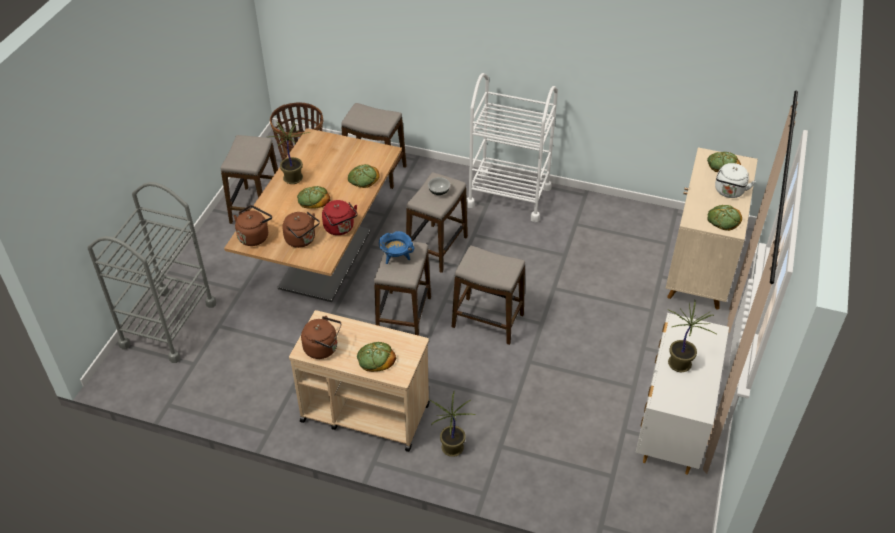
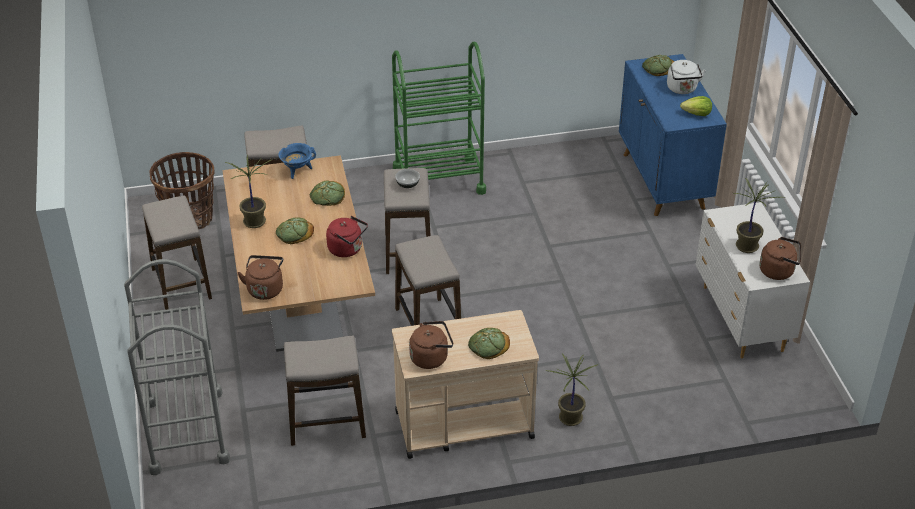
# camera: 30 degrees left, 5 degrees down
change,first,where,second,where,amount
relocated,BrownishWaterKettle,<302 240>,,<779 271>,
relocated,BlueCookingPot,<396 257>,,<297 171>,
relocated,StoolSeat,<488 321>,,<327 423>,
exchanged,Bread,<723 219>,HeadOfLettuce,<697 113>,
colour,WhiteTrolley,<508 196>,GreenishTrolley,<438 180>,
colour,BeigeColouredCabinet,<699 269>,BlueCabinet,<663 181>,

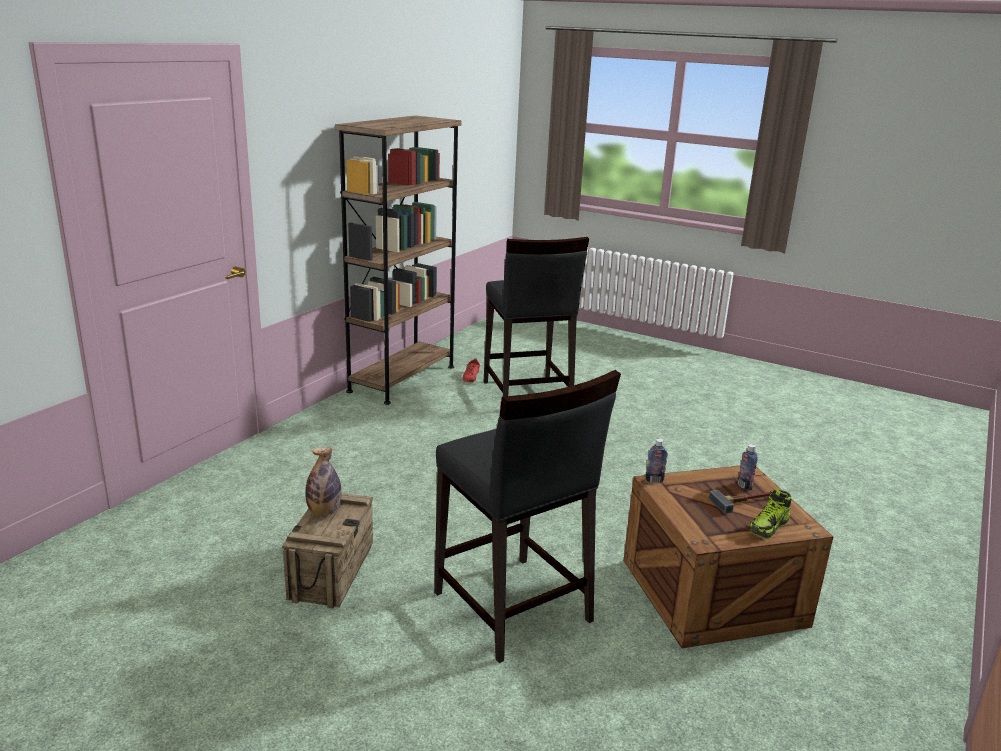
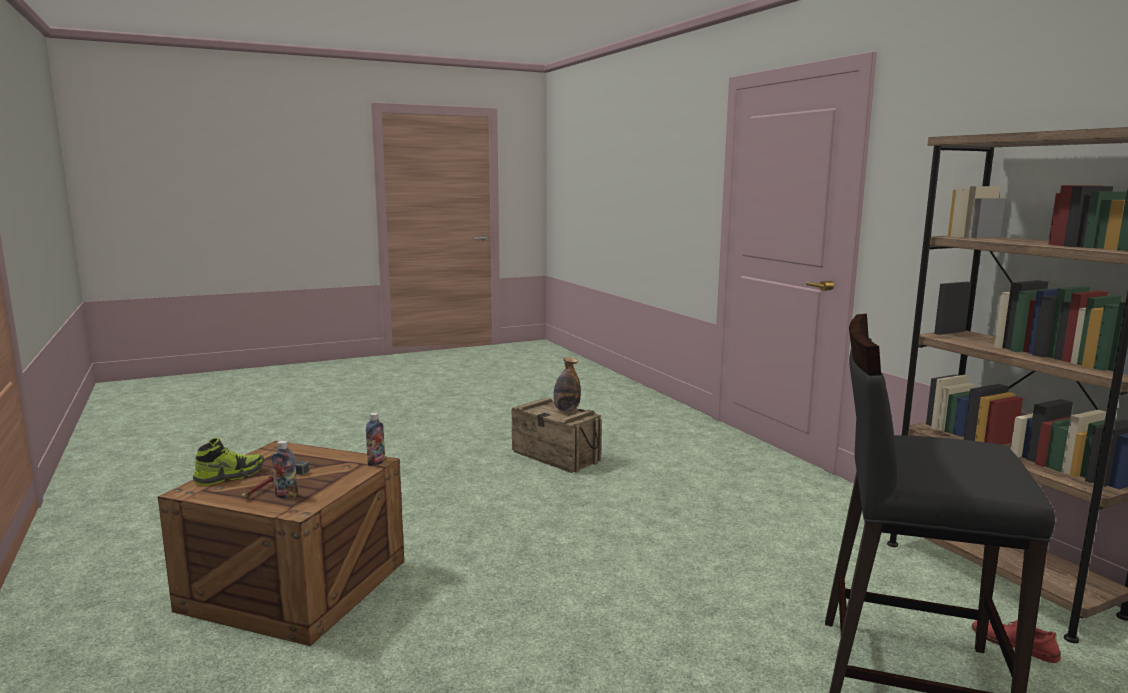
# camera: 125 degrees right, 10 degrees down
change,first,where,second,where,amount
missing,BlackStoolSeat,<512 608>,,,
spun,LowShoe,<768 527>,,<230 476>,60 degrees clockwise

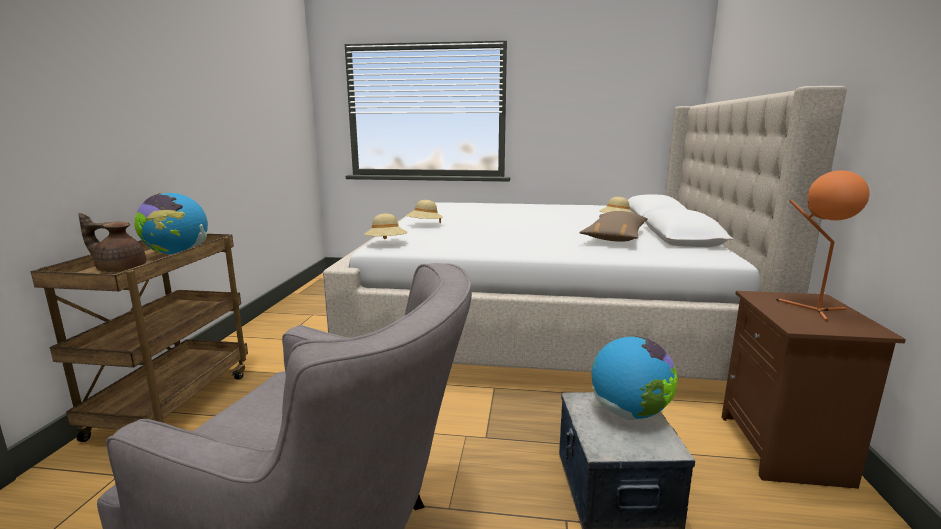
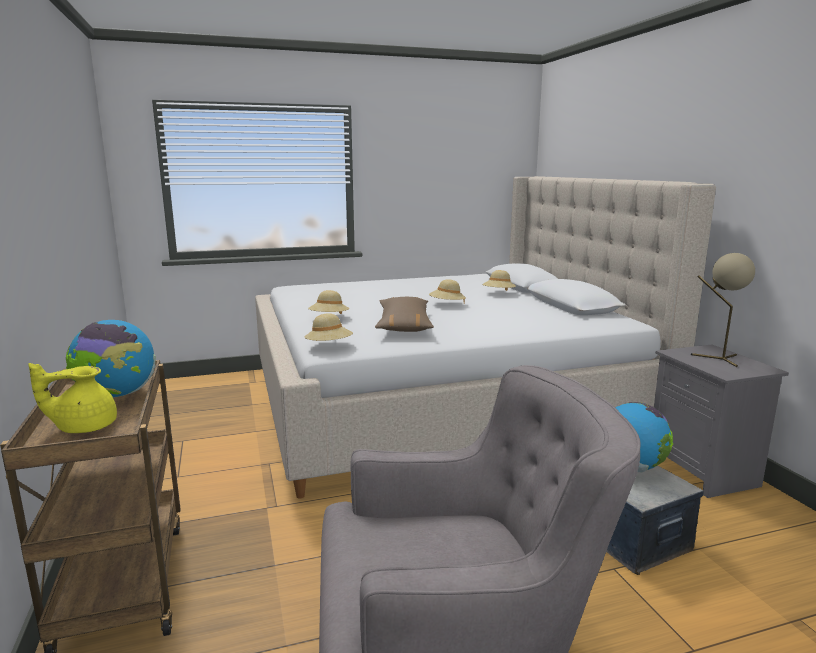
# camera: 25 degrees left, 0 degrees up
change,first,where,second,where,amount
appeared,,,BeigeColouredClothingHat,<447 305>,
relocated,BrownishCushion,<615 237>,,<404 325>,
colour,BrownishTeapot,<120 269>,YellowishTeapot,<84 427>,
colour,BrownishBedsideTable,<785 450>,GrayBedsideTable,<704 471>,
colour,OrangeyTabletopLamp,<812 309>,BeigeColouredTabletopLamp,<718 359>,

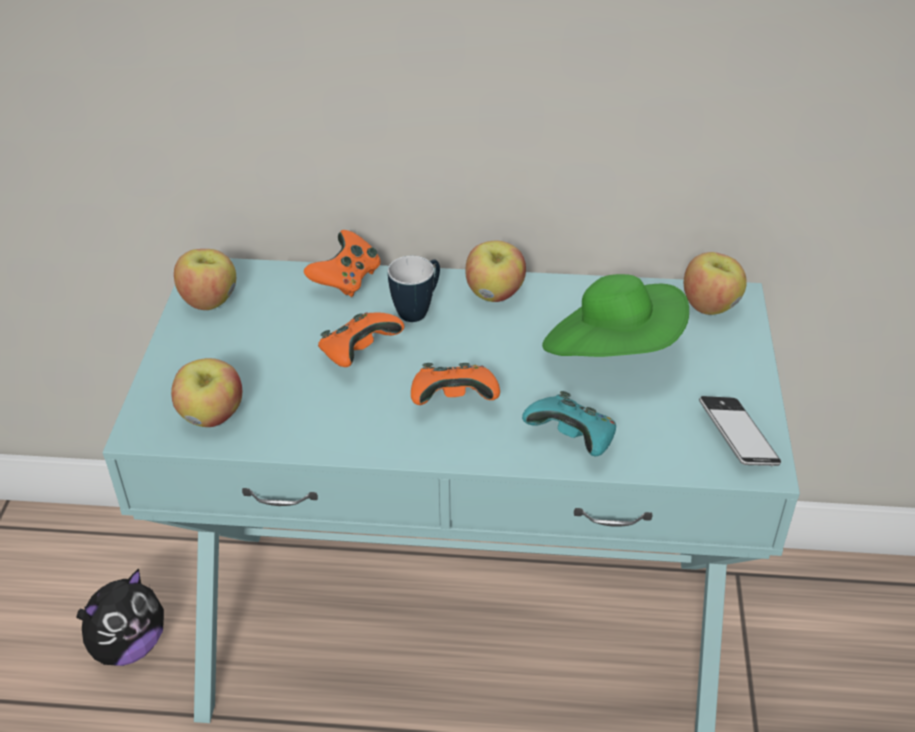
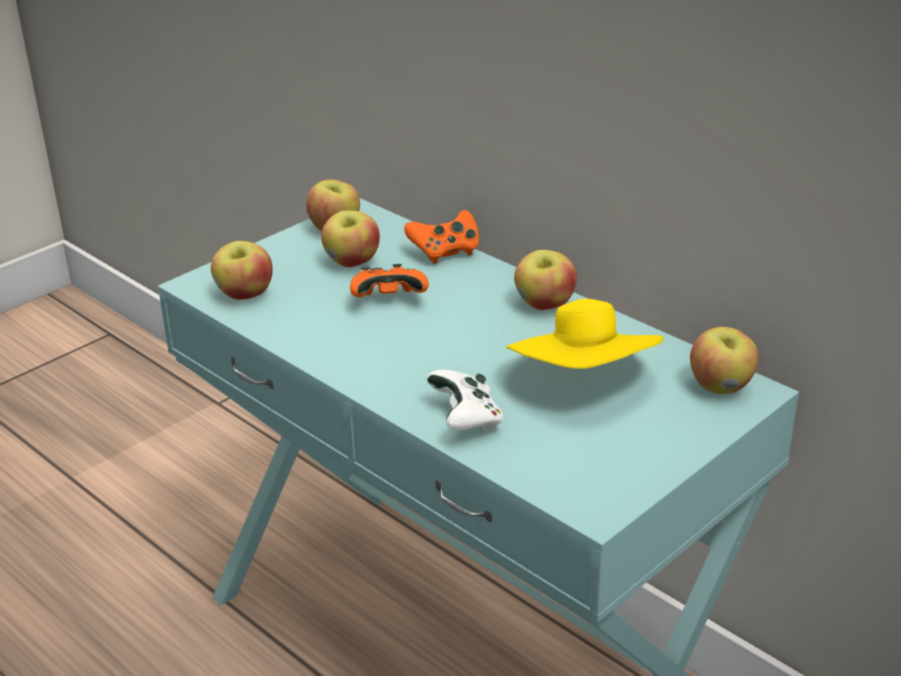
# camera: 40 degrees right, 10 degrees down
change,first,where,second,where,amount
missing,PlushToy,<129 645>,,,
missing,Mug,<418 310>,,,
missing,OrangeyJoypad,<454 400>,,,
missing,Phone,<737 437>,,,
appeared,,,AppleFruit,<352 262>,
colour,TurquoiseJoypad,<573 440>,WhiteJoypad,<466 420>,
colour,GreenishClothingHat,<613 351>,YellowishClothingHat,<585 380>,

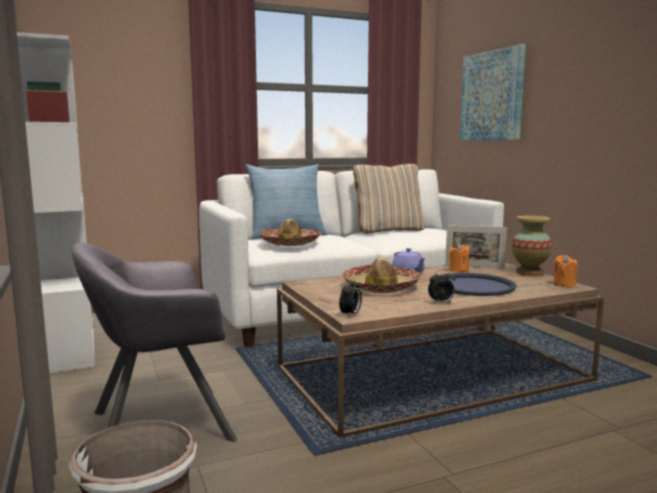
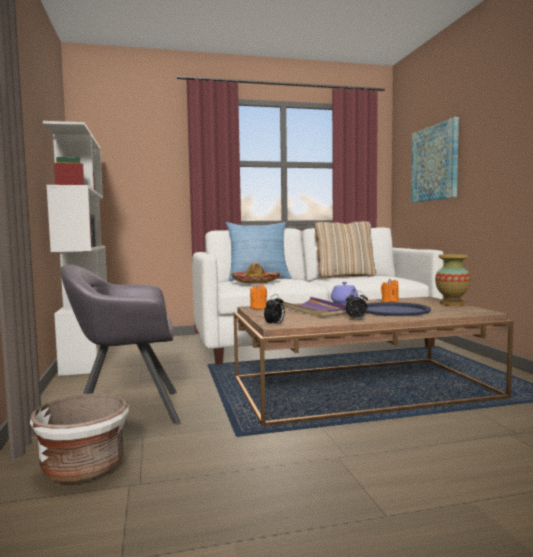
# camera: 10 degrees right, 5 degrees down
change,first,where,second,where,amount
missing,PictureFrame,<474 267>,,,
relocated,OrangeyCandle,<564 284>,,<258 308>,
exchanged,ClothingHat,<381 287>,PurplishTray,<314 310>,

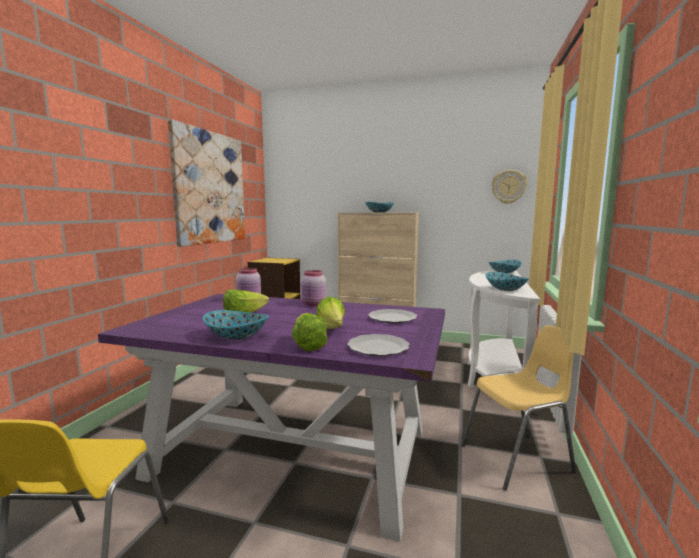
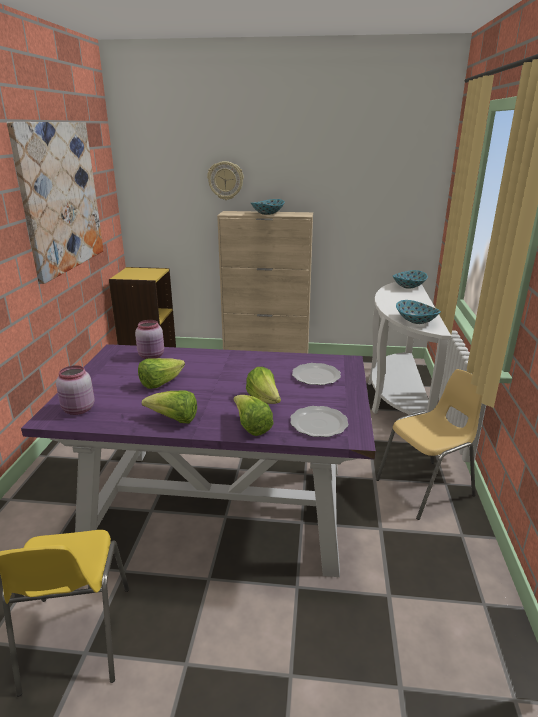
# camera: 10 degrees left, 15 degrees up
change,first,where,second,where,amount
relocated,PinkColouredJar,<313 304>,,<78 410>,
relocated,WallClock,<508 187>,,<225 180>,
exchanged,DeepDish,<236 336>,HeadOfLettuce,<174 419>,

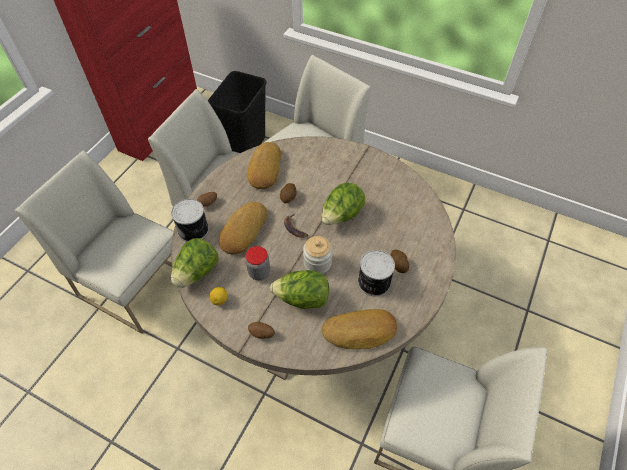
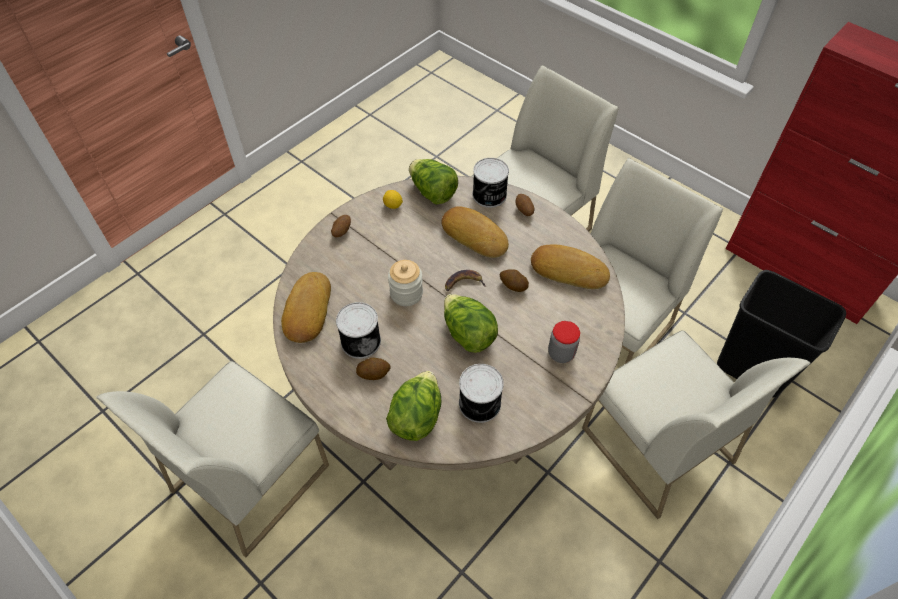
# camera: 105 degrees right, 0 degrees up
change,first,where,second,where,amount
appeared,,,Can,<481 404>,
relocated,Jar,<259 272>,,<561 353>,
relocated,HeadOfLettuce,<302 299>,,<416 417>,

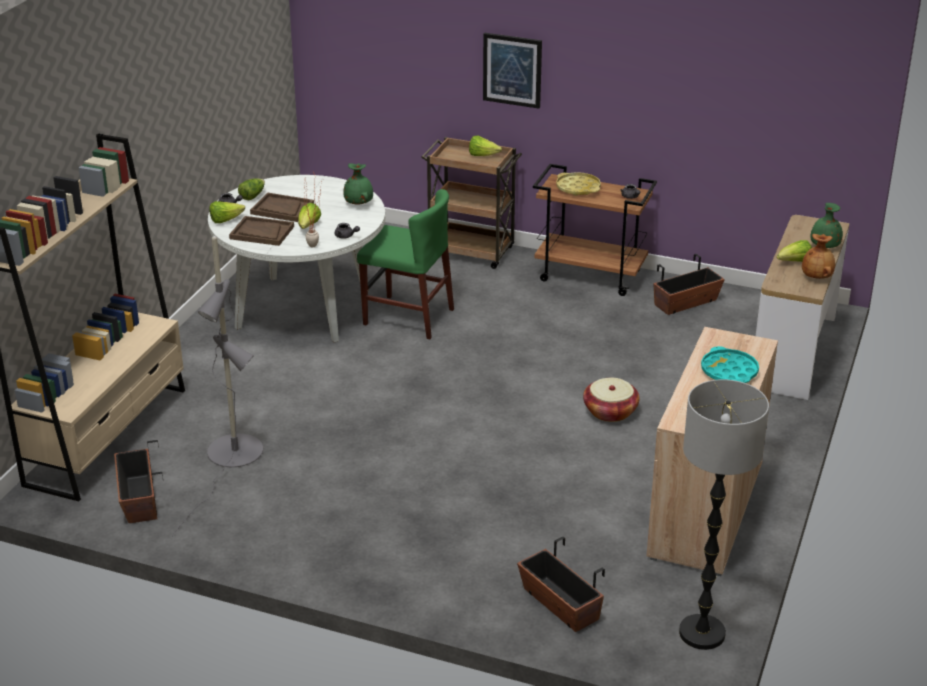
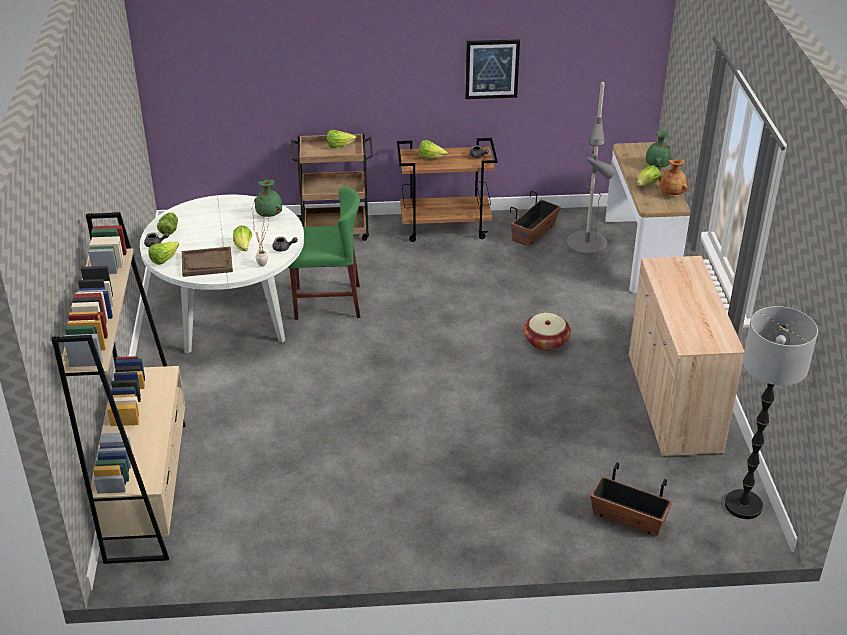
# camera: 25 degrees left, 5 degrees up
change,first,where,second,where,amount
missing,PlantPot,<138 499>,,,
missing,BrownishTray,<282 209>,,,
missing,TurquoiseTray,<729 371>,,,
relocated,GrayStandingLamp,<230 458>,,<589 247>,
relocated,WallArt,<512 70>,,<492 69>,
exchanged,YellowishTray,<578 188>,HeadOfLettuce,<431 157>,

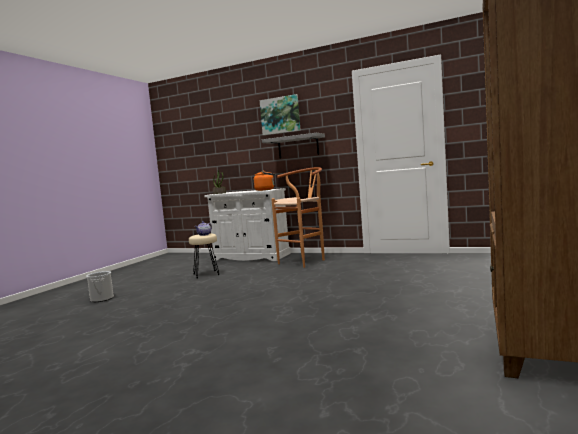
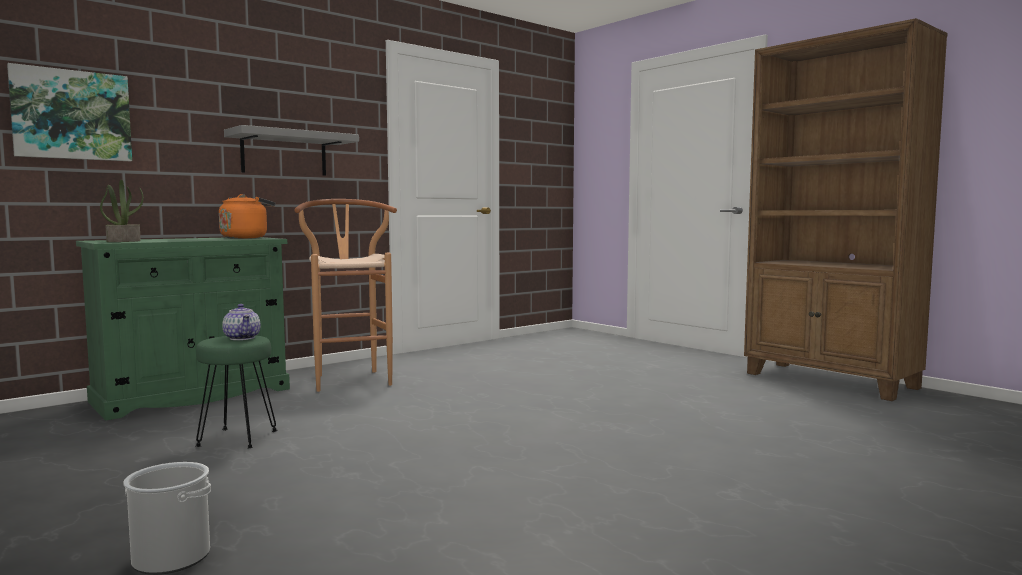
# camera: 65 degrees left, 0 degrees up
change,first,where,second,where,amount
relocated,WallArt,<280 115>,,<72 115>,
colour,BeigeColouredStoolSeat,<206 274>,GreenishStoolSeat,<238 438>,
colour,WhiteCabinet,<251 257>,GreenishCabinet,<192 395>,

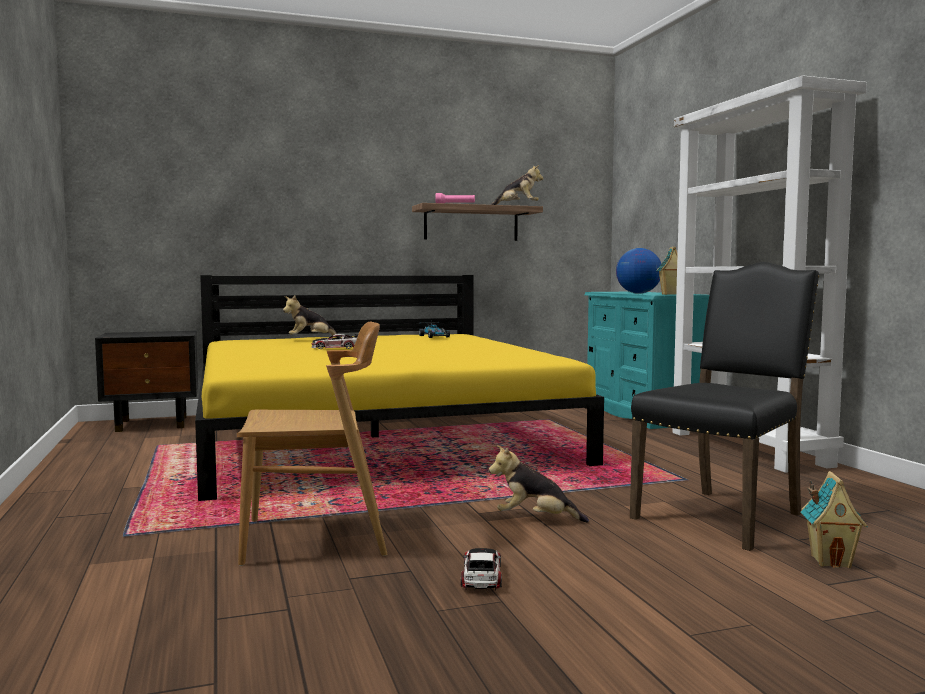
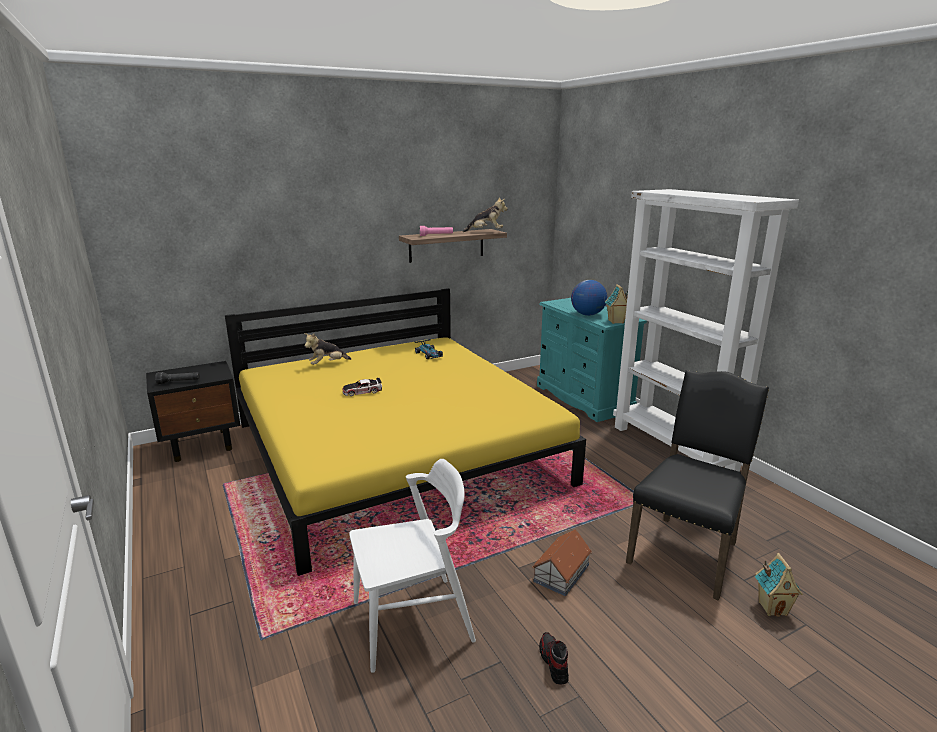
# camera: 10 degrees left, 15 degrees up
change,first,where,second,where,amount
appeared,,,BlackHandTorch,<179 382>,
exchanged,ModelCar,<481 576>,LowShoe,<553 662>,
exchanged,PlushToy,<535 519>,ModelHouse,<562 573>,
colour,BrownishChair,<316 538>,WhiteChair,<413 622>,

